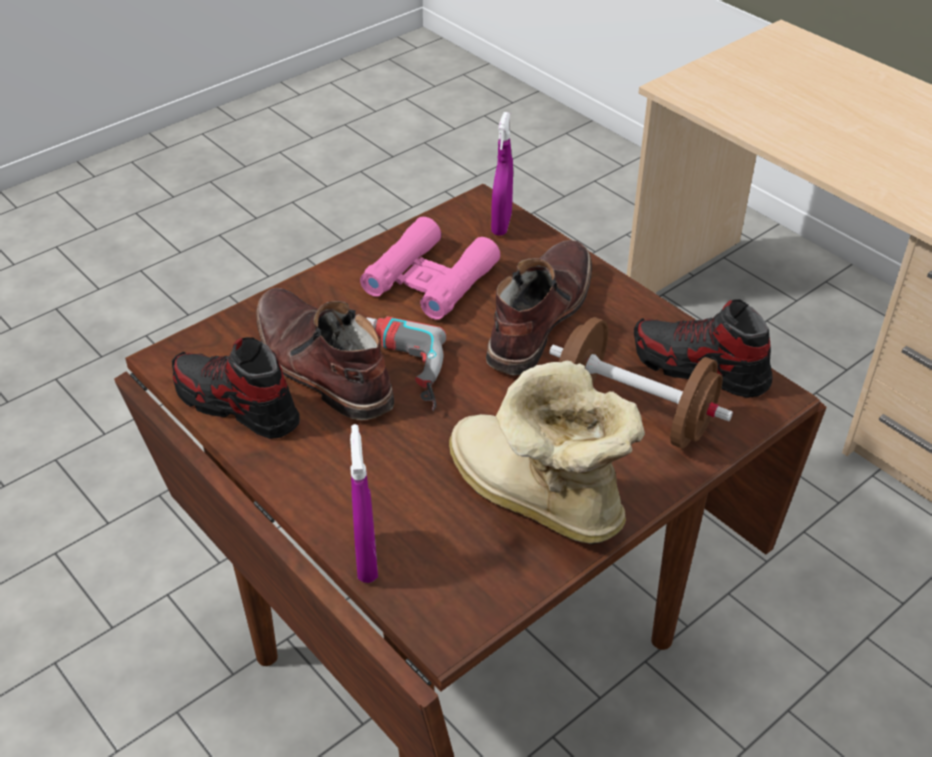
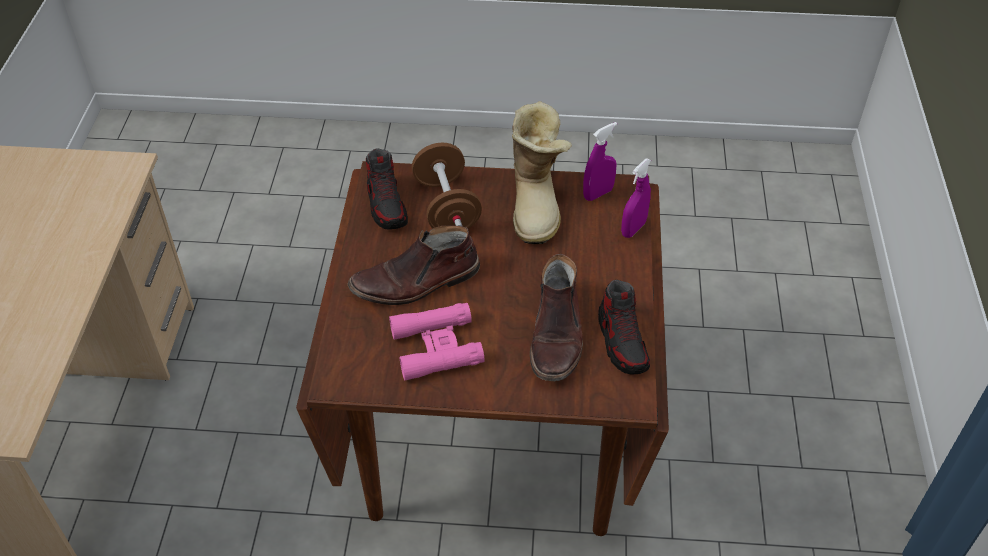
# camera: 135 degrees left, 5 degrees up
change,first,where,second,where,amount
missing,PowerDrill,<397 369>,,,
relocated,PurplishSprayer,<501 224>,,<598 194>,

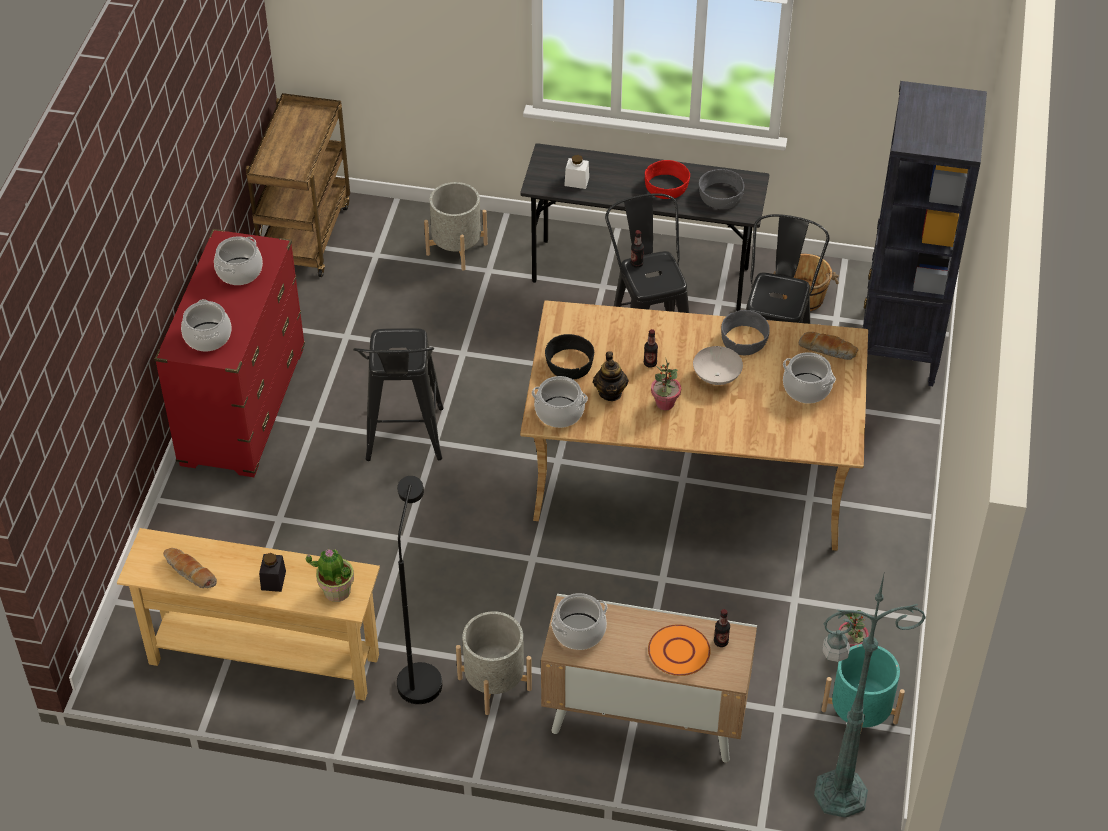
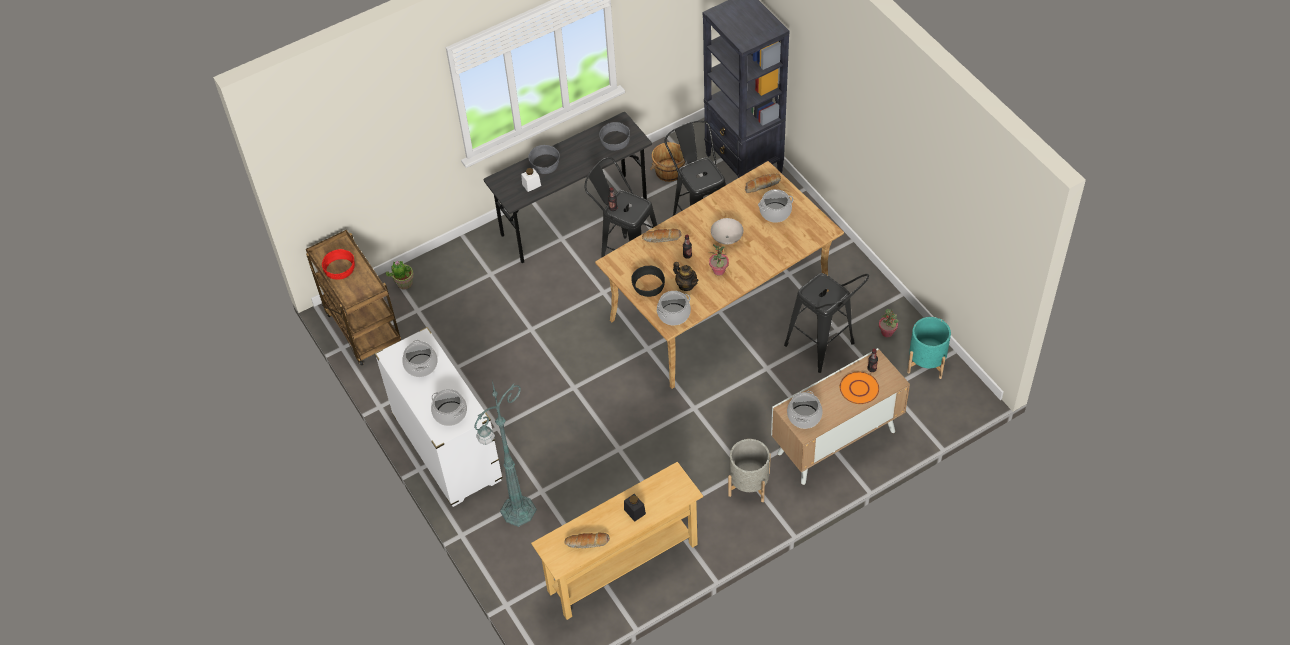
# camera: 40 degrees left, 5 degrees up
change,first,where,second,where,amount
missing,BlackStandingLamp,<420 674>,,,
missing,GrayPlantPot,<457 249>,,,
appeared,,,Bread,<661 238>,
relocated,Houseplant,<336 590>,,<404 283>,
relocated,BlackStoolSeat,<404 442>,,<824 349>,
relocated,RedDeepDish,<667 187>,,<340 268>,
relocated,GrayDeepDish,<744 339>,,<544 163>,
relocated,GreenishStandingLamp,<837 793>,,<516 512>,
colour,RedDrawerChest,<243 407>,WhiteDrawerChest,<447 448>,

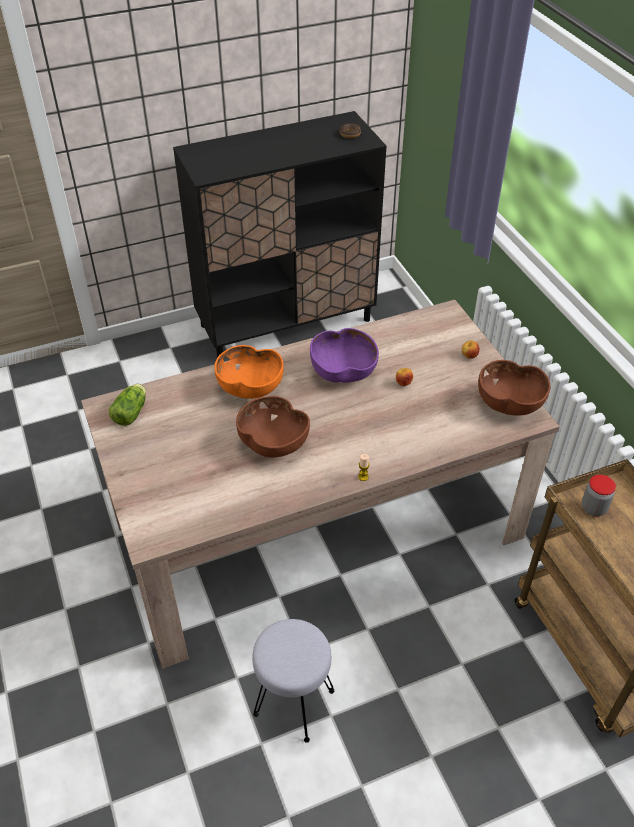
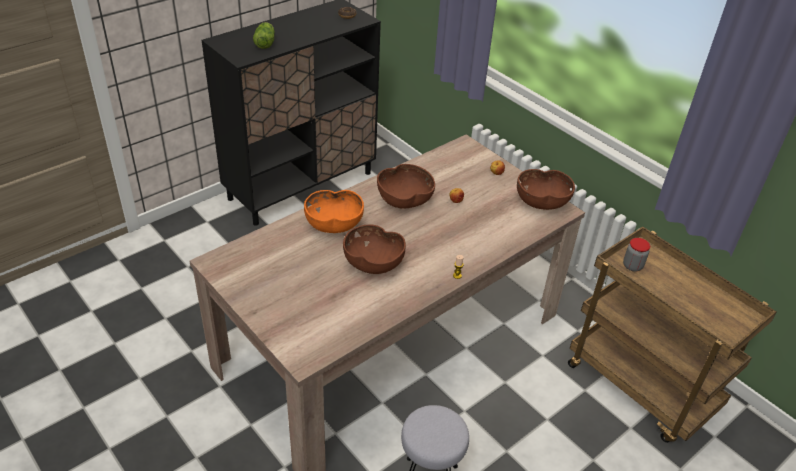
# camera: 20 degrees left, 5 degrees down
change,first,where,second,where,amount
relocated,HeadOfLettuce,<132 411>,,<265 42>,
colour,PurplishDeepDish,<343 371>,BrownishDeepDish,<404 200>,

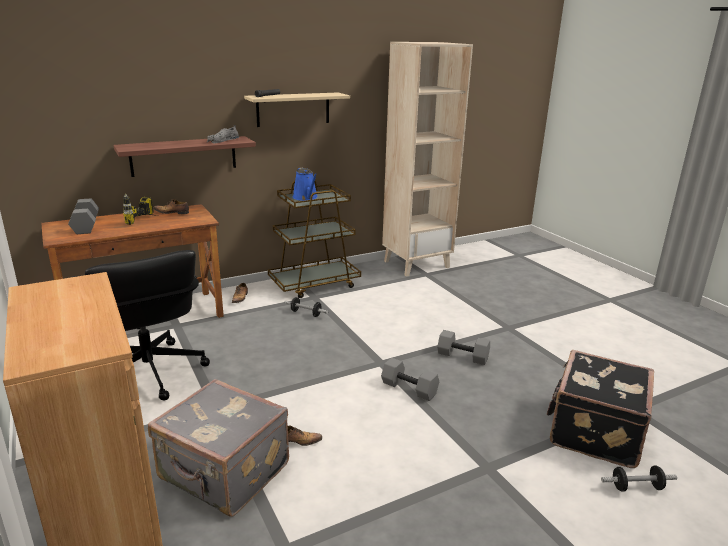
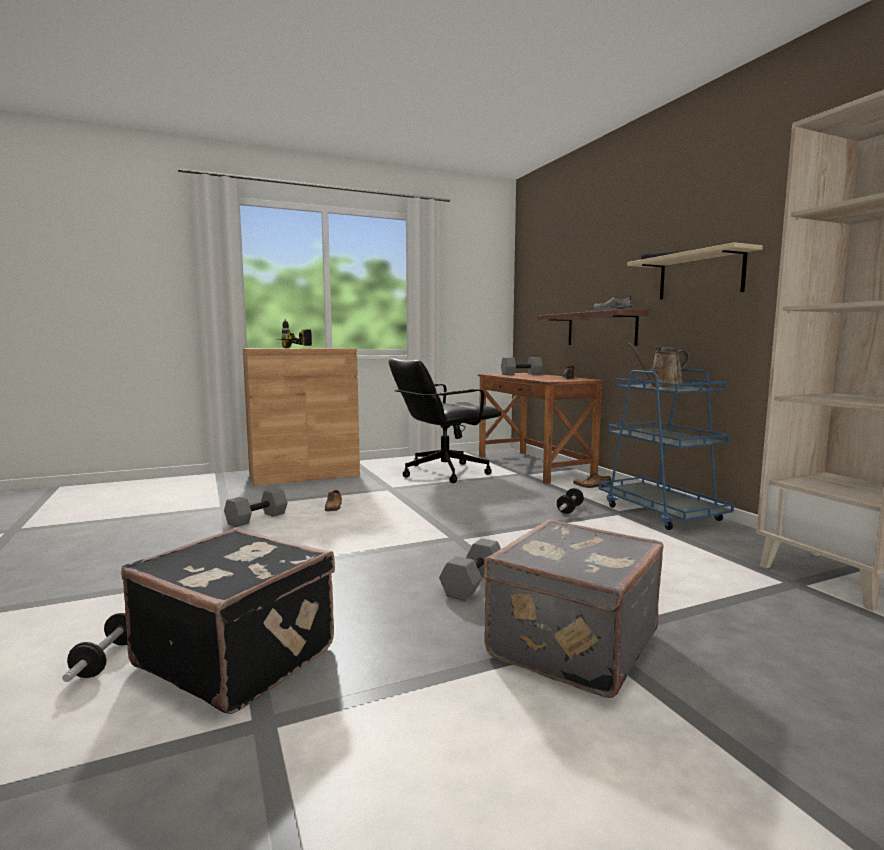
# camera: 95 degrees right, 15 degrees down
change,first,where,second,where,amount
relocated,PowerDrill,<148 221>,,<288 348>,
relocated,GrayTravelCase,<224 473>,,<569 643>,
relocated,GrayFreeWeight,<410 388>,,<257 519>,
colour,BrownishTrolley,<315 284>,BlueTrolley,<660 512>,
colour,BlueWateringCan,<306 198>,BrownishWateringCan,<662 386>,

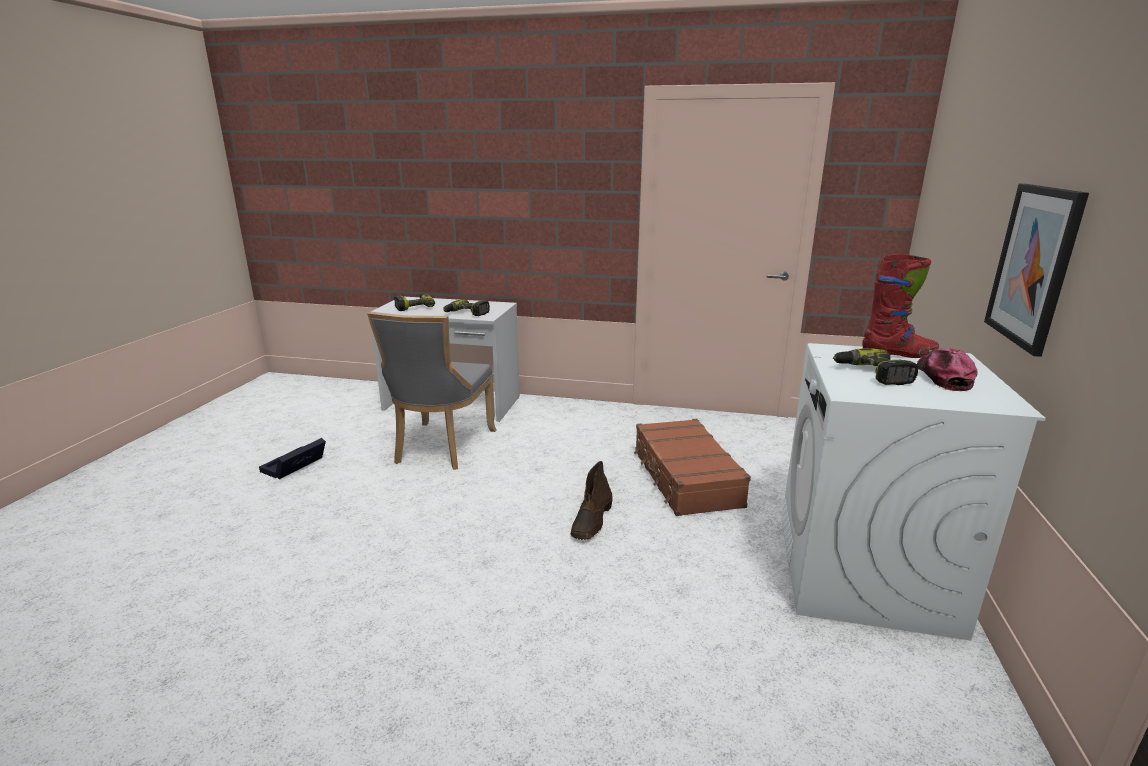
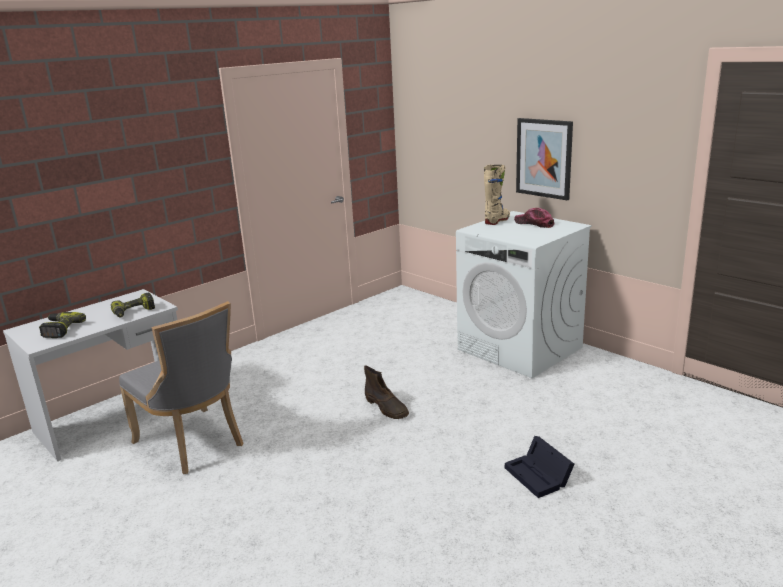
# camera: 55 degrees left, 0 degrees up
change,first,where,second,where,amount
missing,BrownishTravelCase,<685 478>,,,
missing,PowerDrill,<872 374>,,,
relocated,BlackStorageContainer,<293 466>,,<539 476>,
colour,RedBoot,<898 354>,BeigeColouredBoot,<497 221>,

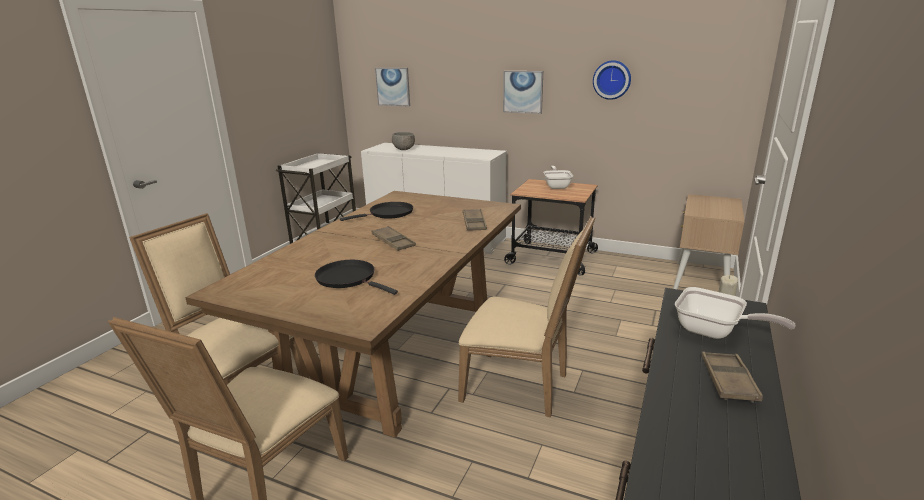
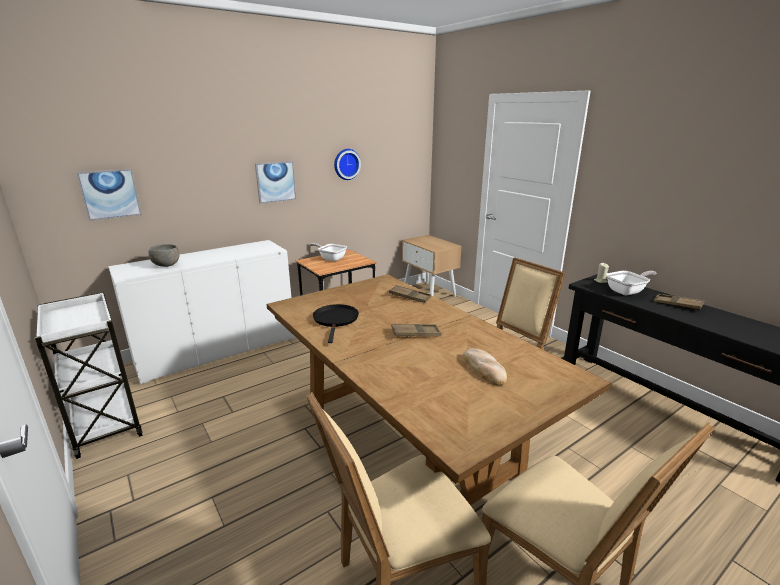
# camera: 60 degrees left, 0 degrees up
change,first,where,second,where,amount
exchanged,BlackSkillet,<349 279>,Bread,<484 368>,

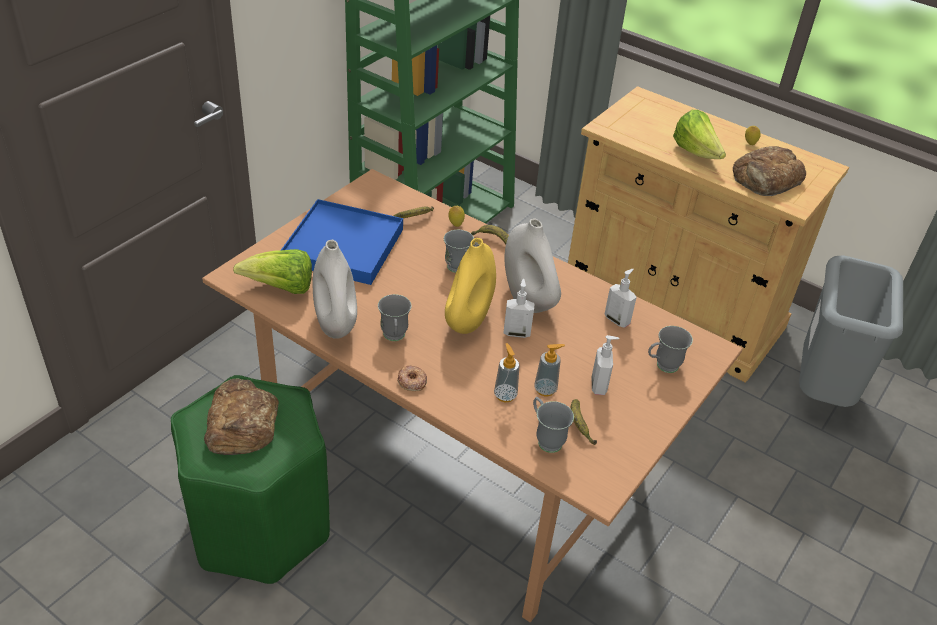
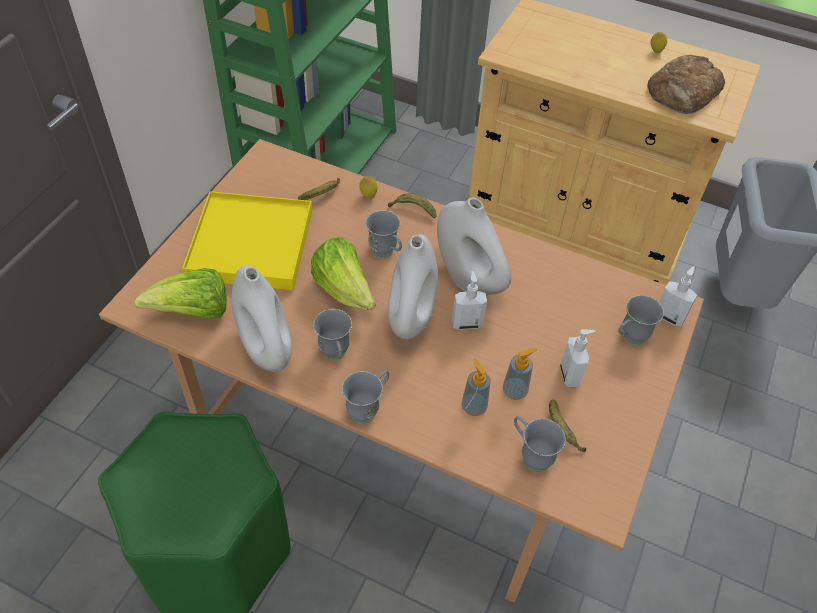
# camera: 10 degrees left, 10 degrees up
change,first,where,second,where,amount
missing,Bread,<241 424>,,,
relocated,SoapDispenser,<617 320>,,<669 317>,
relocated,HeadOfLettuce,<696 153>,,<344 290>,
exchanged,Donut,<412 381>,GrayMug,<368 408>,
colour,BlueTray,<343 246>,YellowishTray,<250 244>,
colour,YellowishVase,<468 321>,WhiteVase,<411 317>,

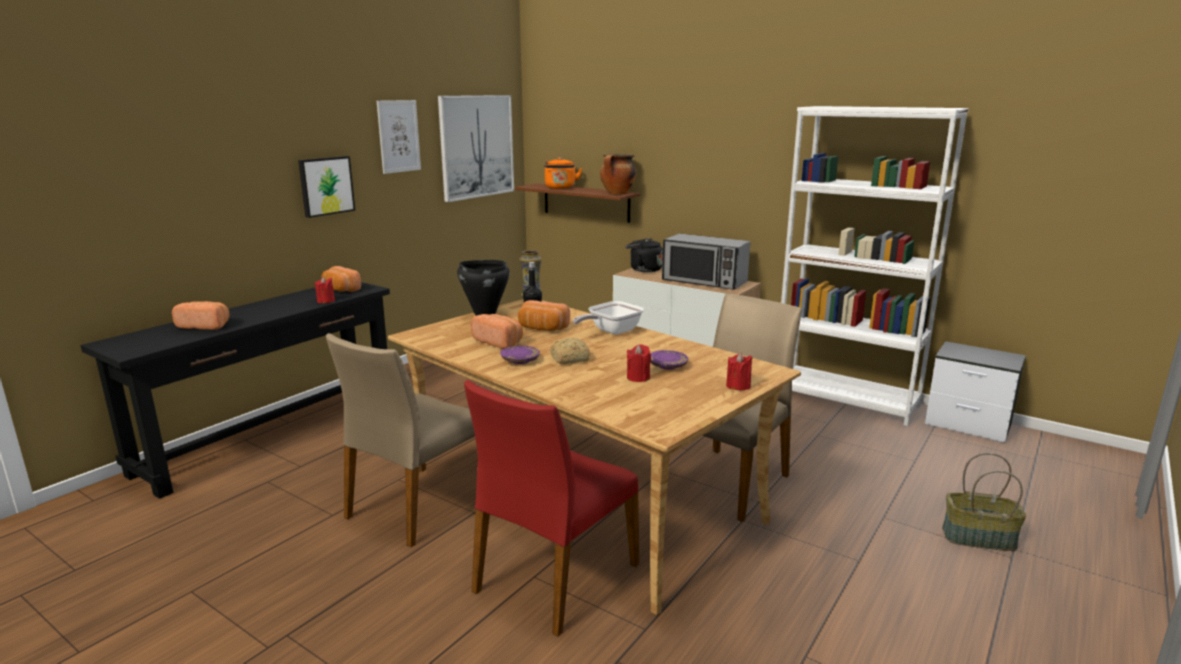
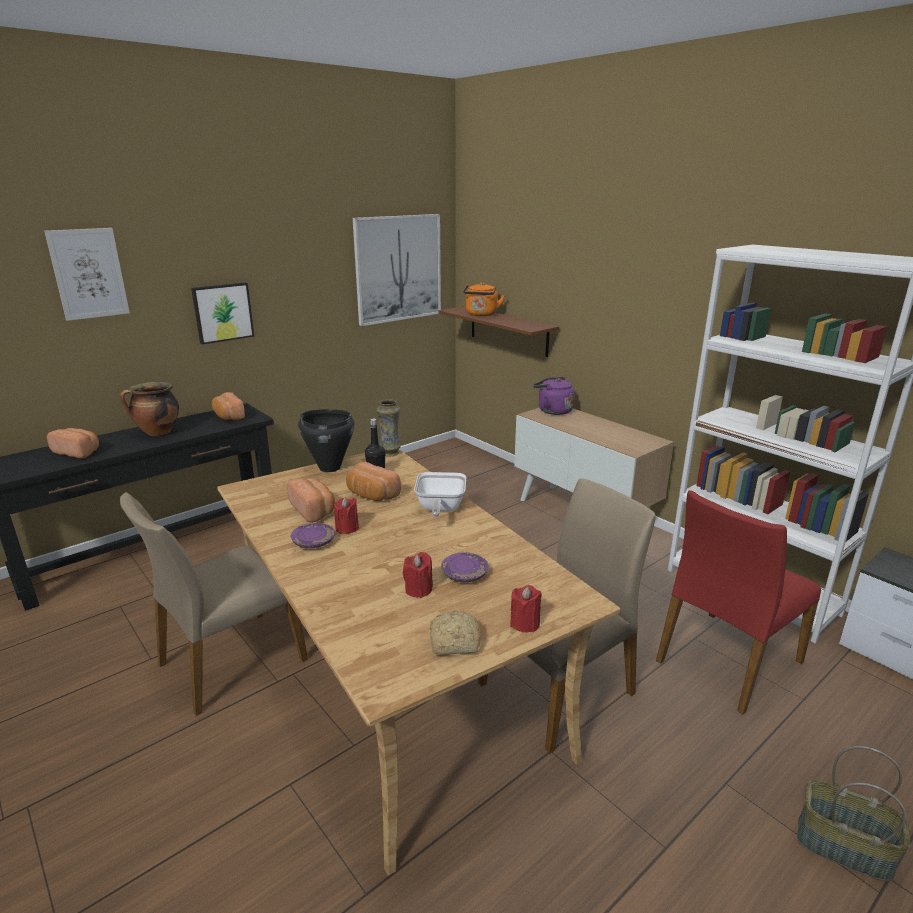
# camera: 15 degrees right, 5 degrees up
change,first,where,second,where,amount
missing,Microwave,<704 281>,,,
relocated,RedCandle,<326 301>,,<347 528>,
relocated,WallArt,<398 136>,,<88 274>,
relocated,RedChair,<554 577>,,<726 660>,
relocated,Bread,<568 359>,,<453 642>,
relocated,CookingPot,<617 193>,,<157 433>,
colour,BlackWaterKettle,<643 270>,PurplishWaterKettle,<552 410>,
spun,Skillet,<611 331>,,<439 509>,60 degrees counterclockwise

